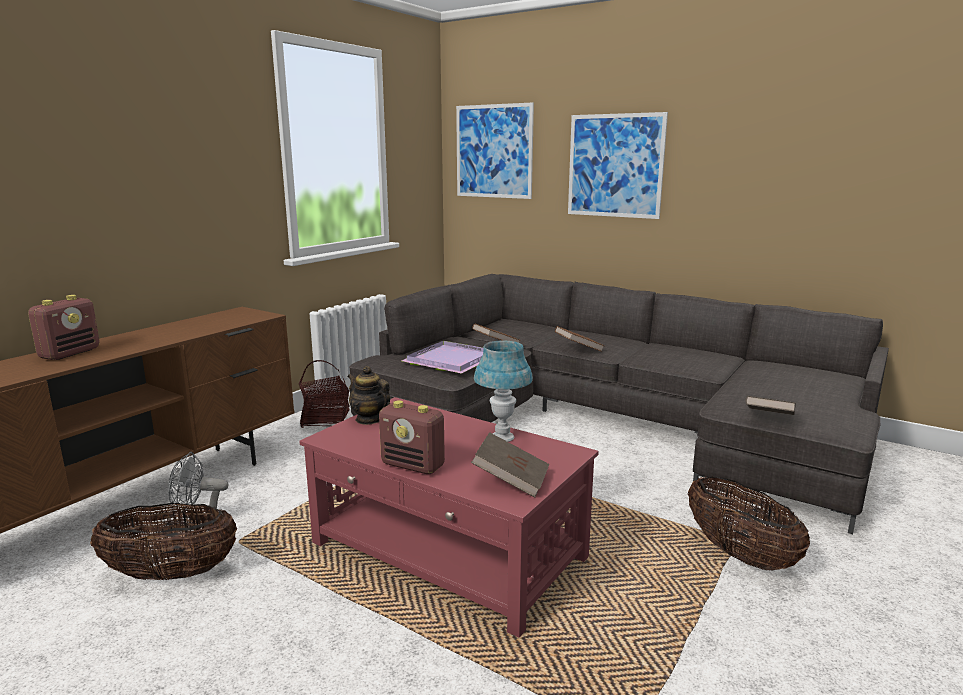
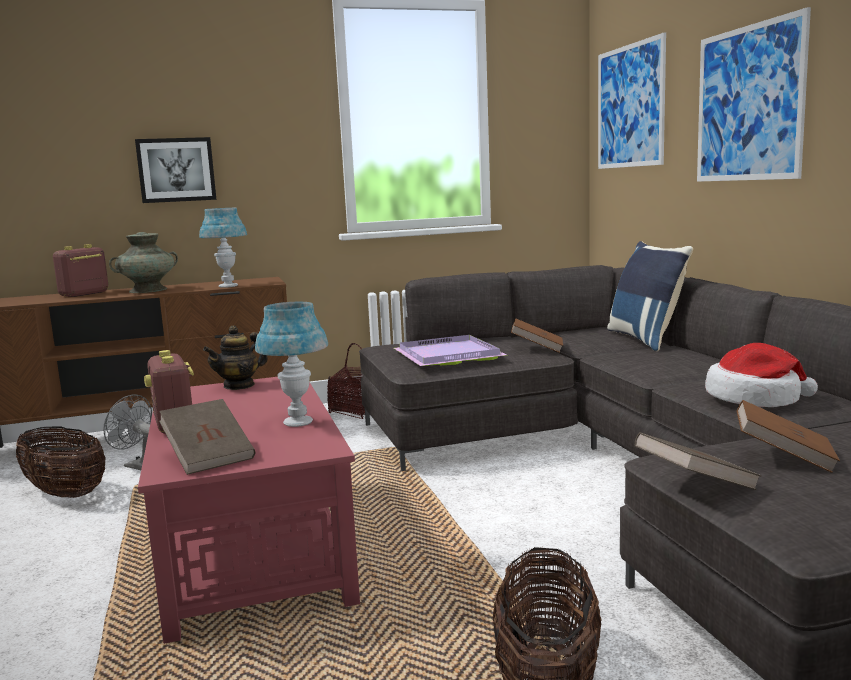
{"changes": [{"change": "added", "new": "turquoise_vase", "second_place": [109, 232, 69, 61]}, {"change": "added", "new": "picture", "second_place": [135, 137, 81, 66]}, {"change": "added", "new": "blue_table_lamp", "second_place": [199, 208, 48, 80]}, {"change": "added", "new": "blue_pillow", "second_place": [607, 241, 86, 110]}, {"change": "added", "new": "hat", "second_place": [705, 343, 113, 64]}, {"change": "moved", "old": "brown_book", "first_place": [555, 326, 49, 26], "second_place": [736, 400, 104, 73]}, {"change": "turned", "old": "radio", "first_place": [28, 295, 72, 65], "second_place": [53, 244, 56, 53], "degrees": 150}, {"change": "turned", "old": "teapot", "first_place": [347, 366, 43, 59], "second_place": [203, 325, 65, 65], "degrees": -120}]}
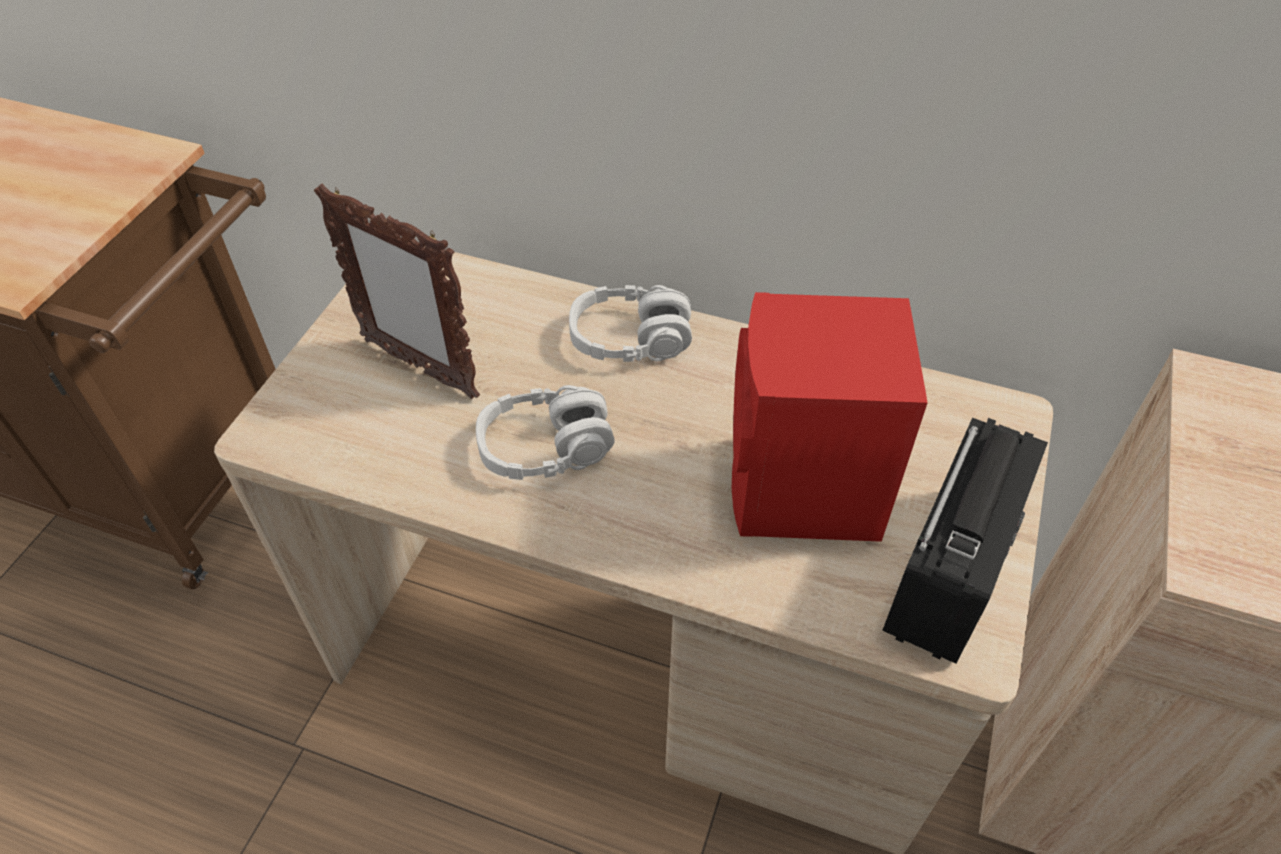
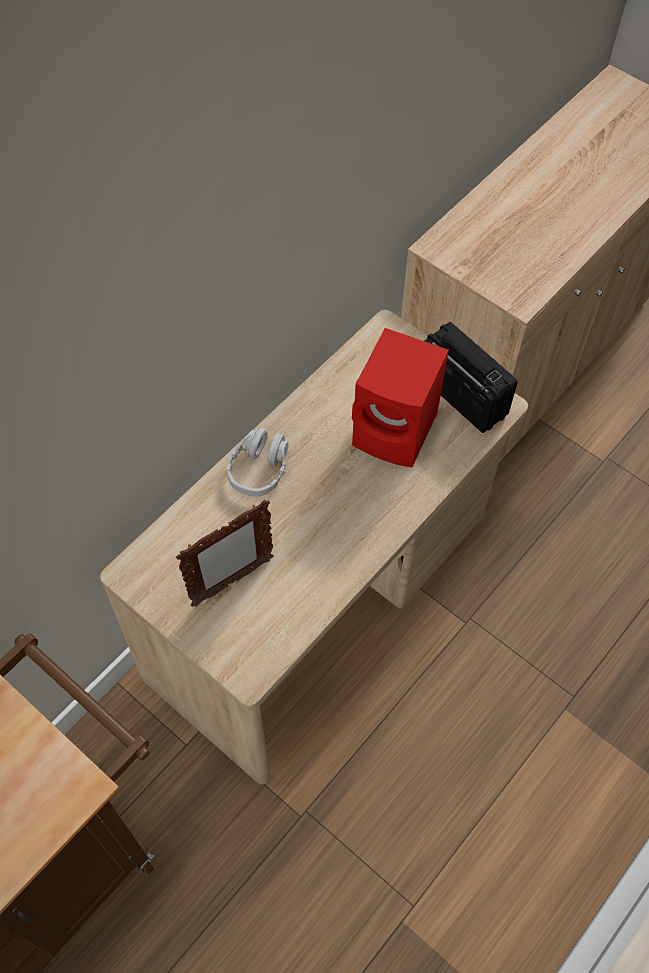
{"changes": [{"change": "removed", "old": "grey_headphones", "first_place": [476, 385, 139, 95]}]}
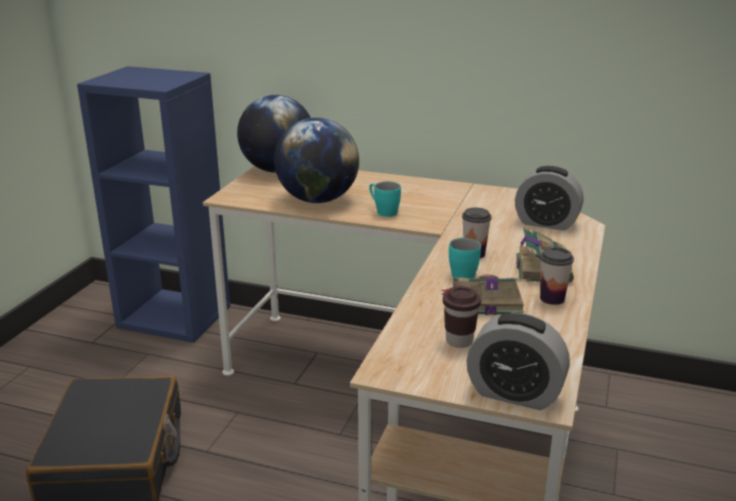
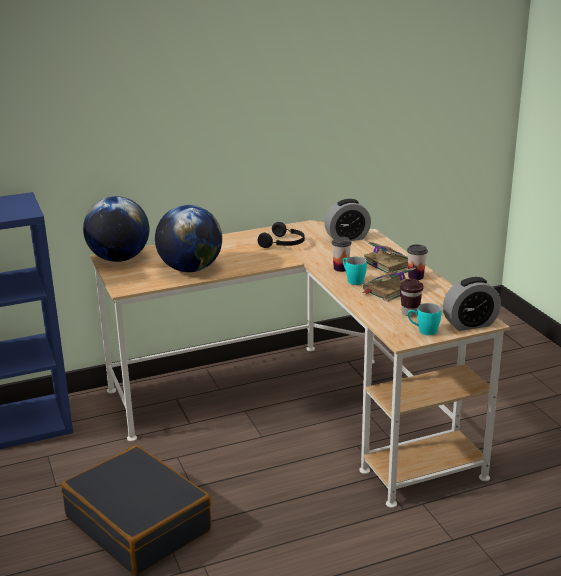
{"changes": [{"change": "added", "new": "black_headphones", "second_place": [258, 222, 47, 26]}, {"change": "moved", "old": "turquoise_mug", "first_place": [369, 181, 32, 36], "second_place": [408, 303, 34, 32]}]}
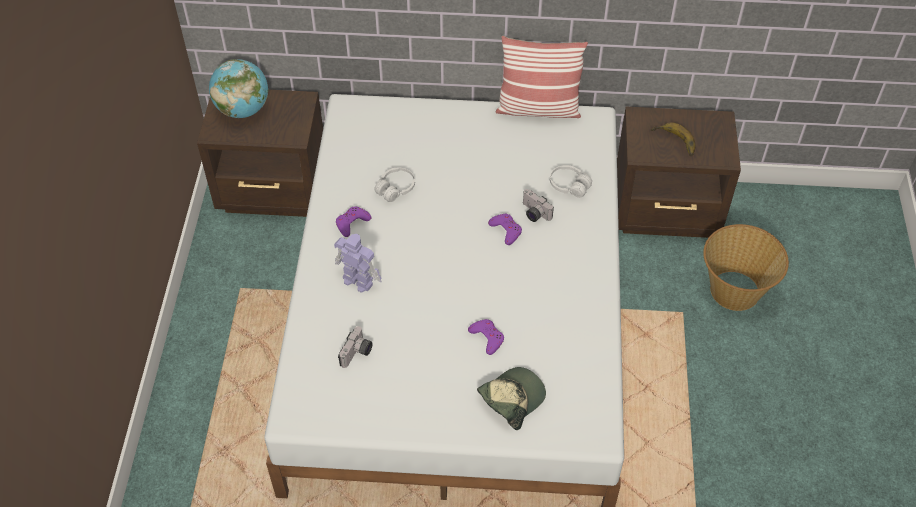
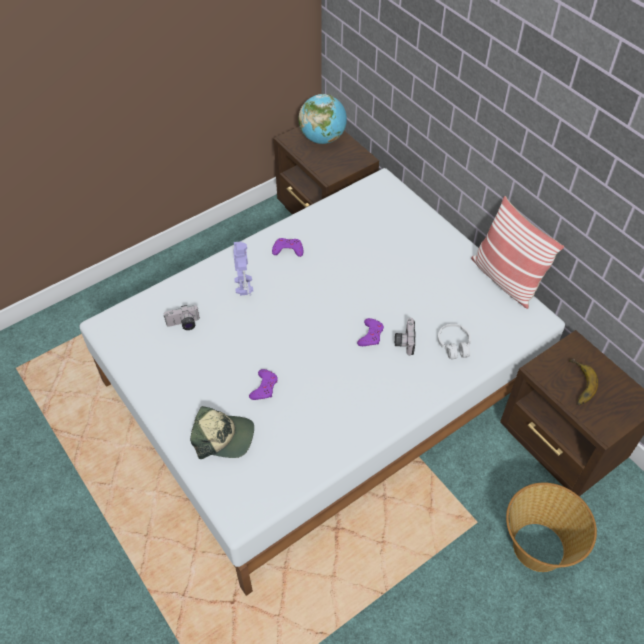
{"changes": [{"change": "removed", "old": "white_headphones", "first_place": [374, 168, 41, 34]}]}
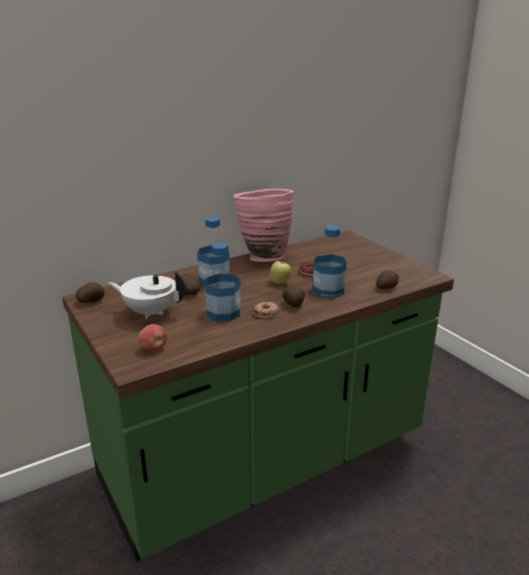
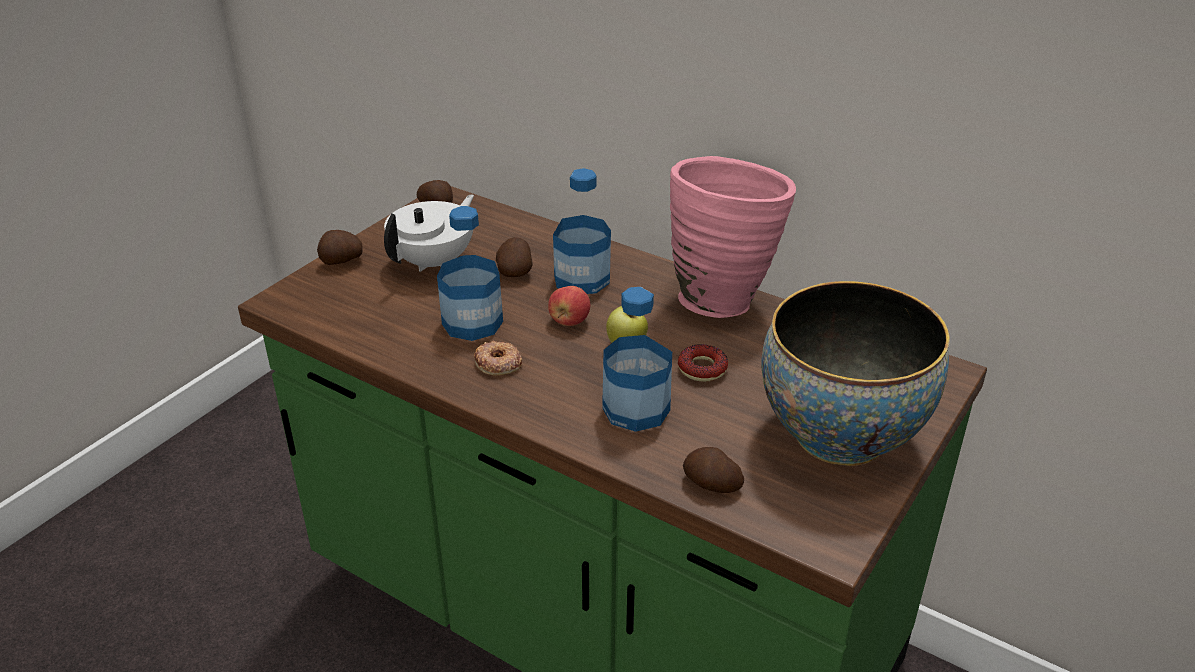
{"changes": [{"change": "added", "new": "bowl", "second_place": [762, 281, 188, 185]}, {"change": "moved", "old": "apple", "first_place": [138, 324, 29, 27], "second_place": [548, 286, 42, 40]}, {"change": "moved", "old": "potato", "first_place": [282, 286, 23, 21], "second_place": [317, 230, 46, 35]}, {"change": "turned", "old": "white_teapot", "first_place": [109, 271, 77, 48], "second_place": [384, 194, 90, 78], "degrees": 45}]}
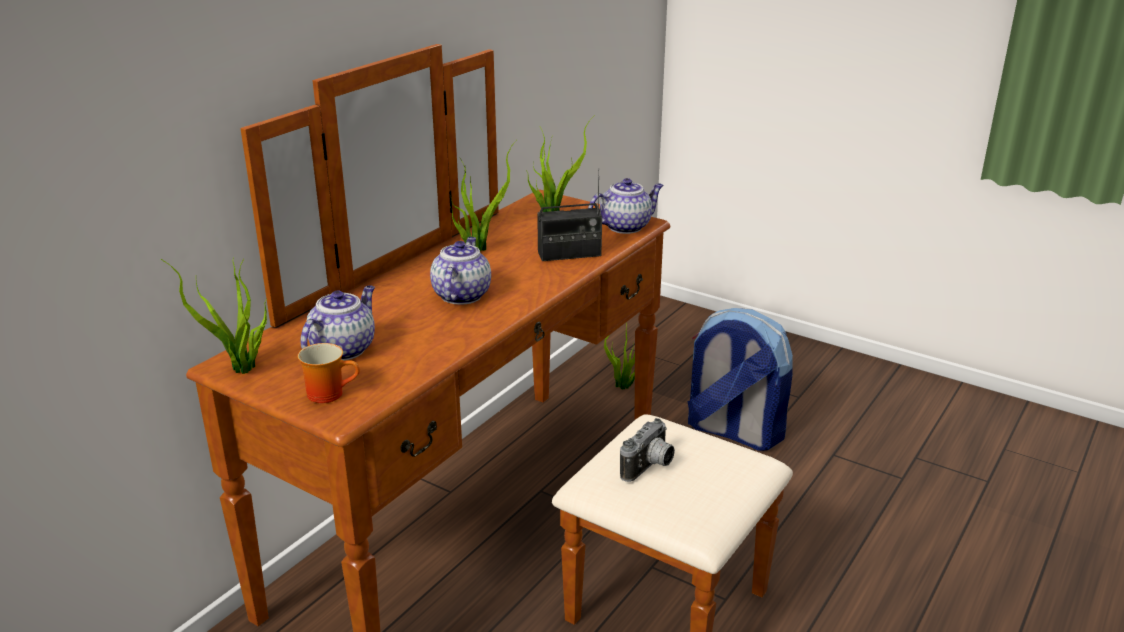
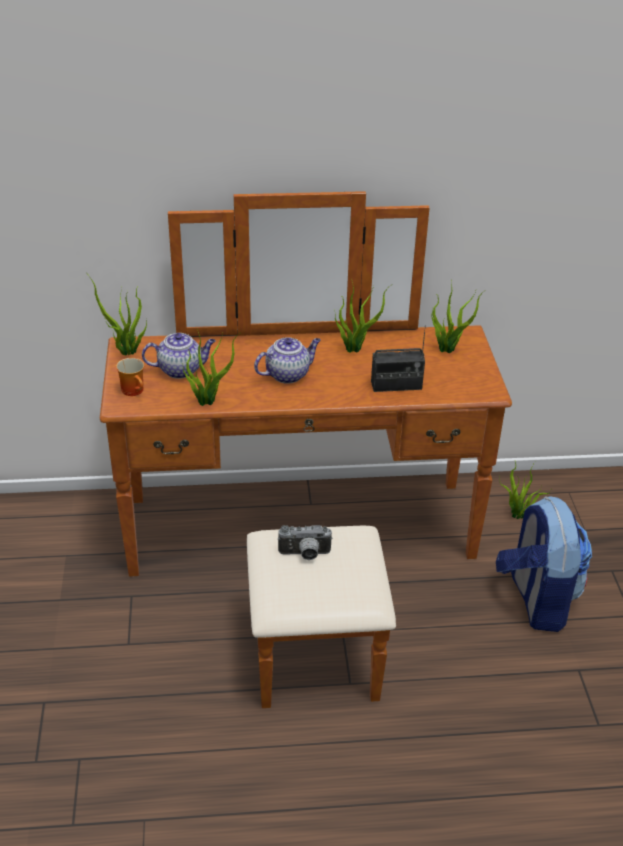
{"changes": [{"change": "removed", "old": "teapot", "first_place": [588, 178, 76, 56]}, {"change": "added", "new": "potted_plant", "second_place": [182, 329, 58, 77]}, {"change": "turned", "old": "radio", "first_place": [537, 168, 65, 93], "second_place": [371, 326, 55, 66], "degrees": -45}]}
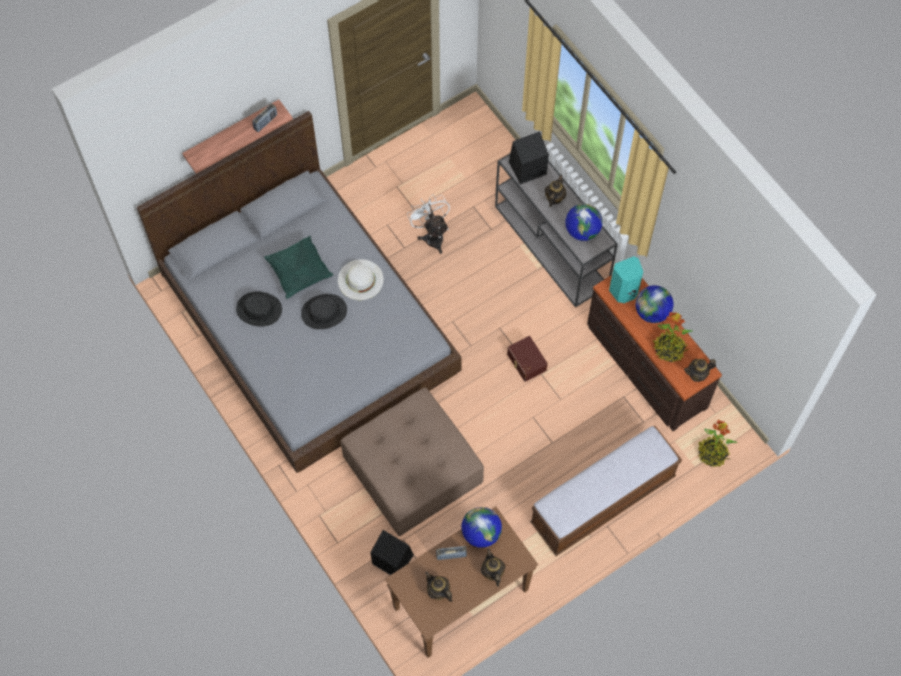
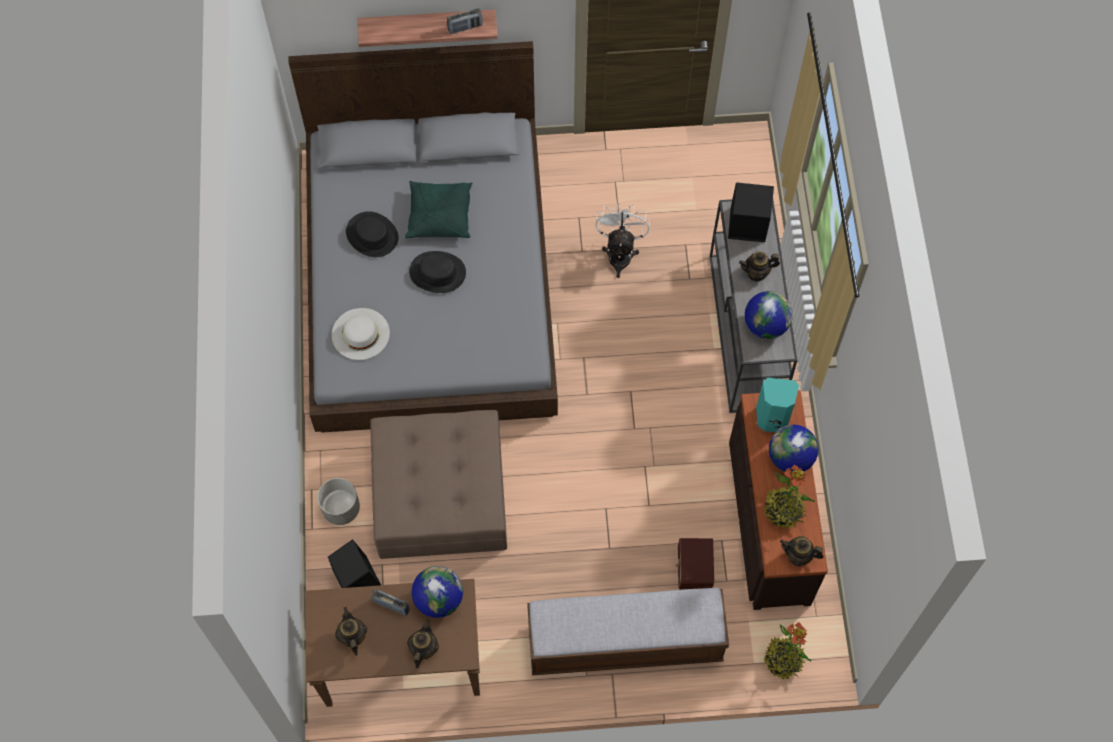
{"changes": [{"change": "added", "new": "grey_planter", "second_place": [317, 478, 43, 47]}, {"change": "moved", "old": "white_hat", "first_place": [338, 259, 46, 41], "second_place": [332, 308, 58, 52]}, {"change": "moved", "old": "brown_storage_box", "first_place": [507, 336, 41, 46], "second_place": [675, 538, 39, 52]}, {"change": "turned", "old": "teapot", "first_place": [545, 175, 22, 32], "second_place": [739, 251, 41, 31], "degrees": -150}]}
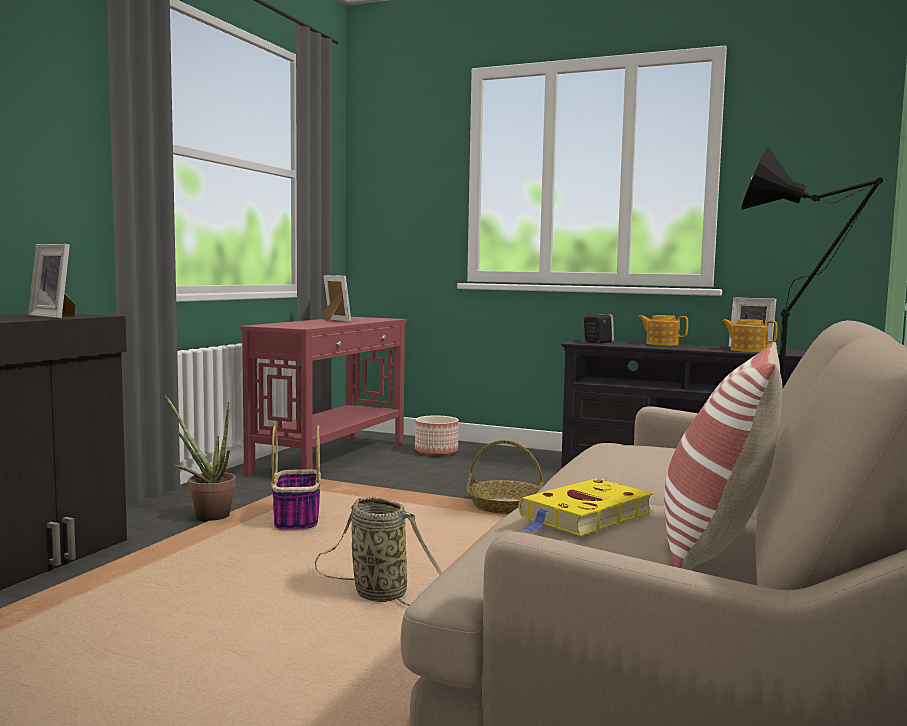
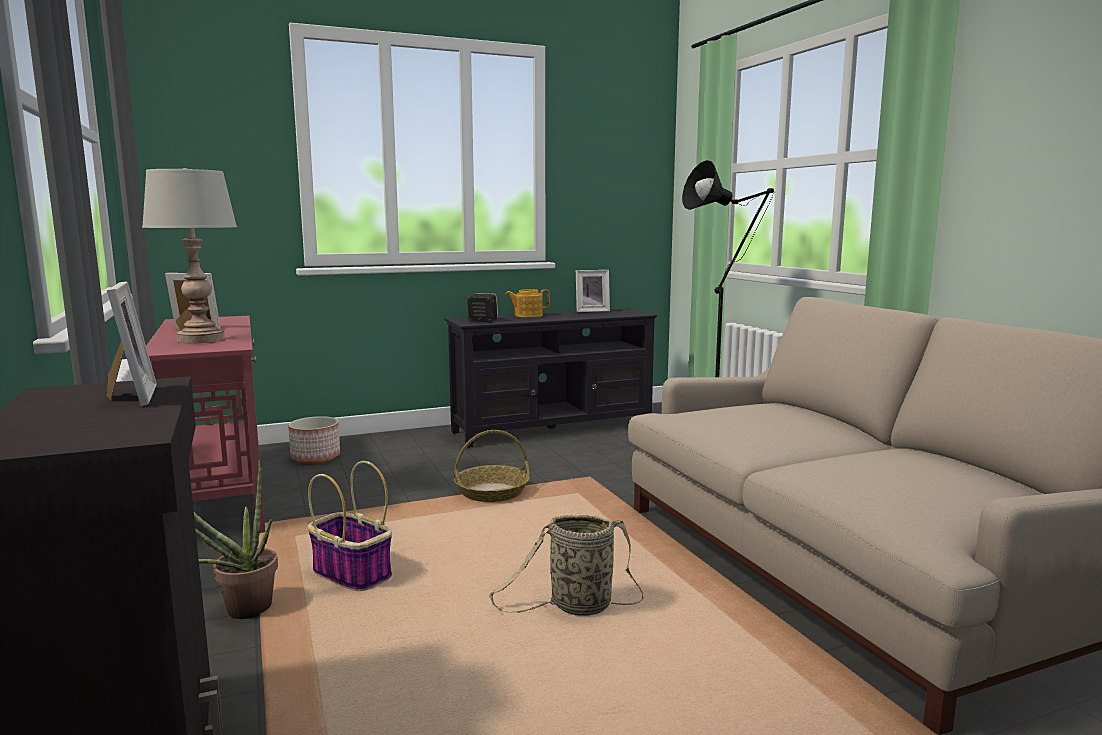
{"changes": [{"change": "removed", "old": "yellow_book", "first_place": [519, 478, 135, 58]}, {"change": "removed", "old": "pillow", "first_place": [664, 342, 119, 228]}, {"change": "removed", "old": "teapot", "first_place": [721, 319, 57, 33]}, {"change": "added", "new": "grey_table_lamp", "second_place": [142, 168, 95, 175]}, {"change": "turned", "old": "picture_frame", "first_place": [28, 244, 48, 75], "second_place": [107, 281, 50, 125], "degrees": -105}]}
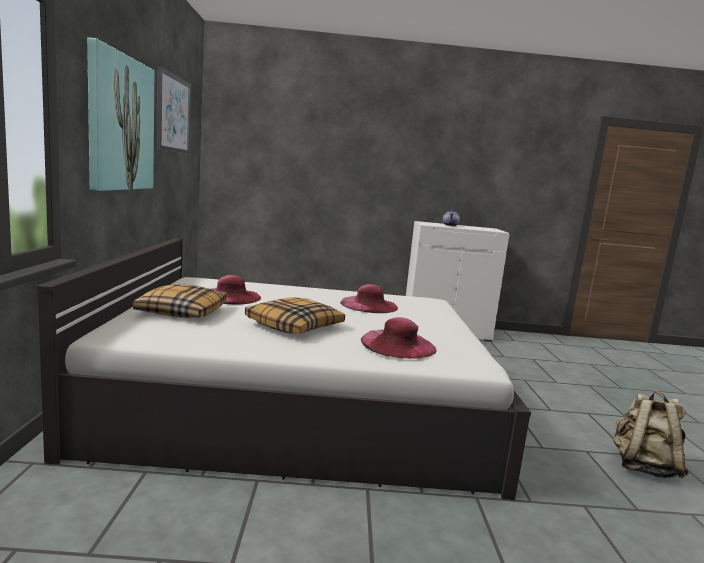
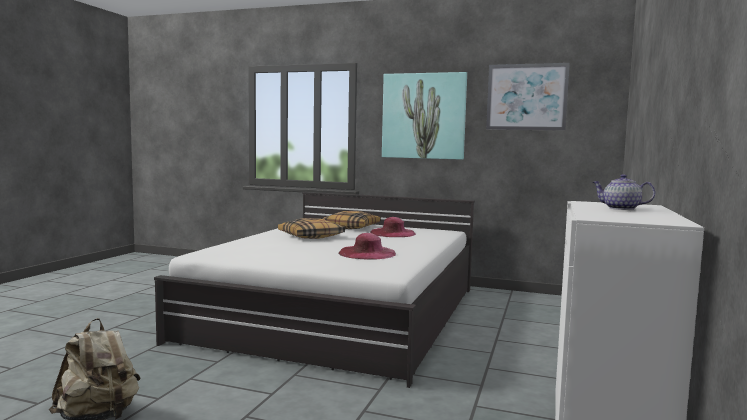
{"changes": [{"change": "removed", "old": "pink_hat", "first_place": [361, 317, 76, 42]}]}
